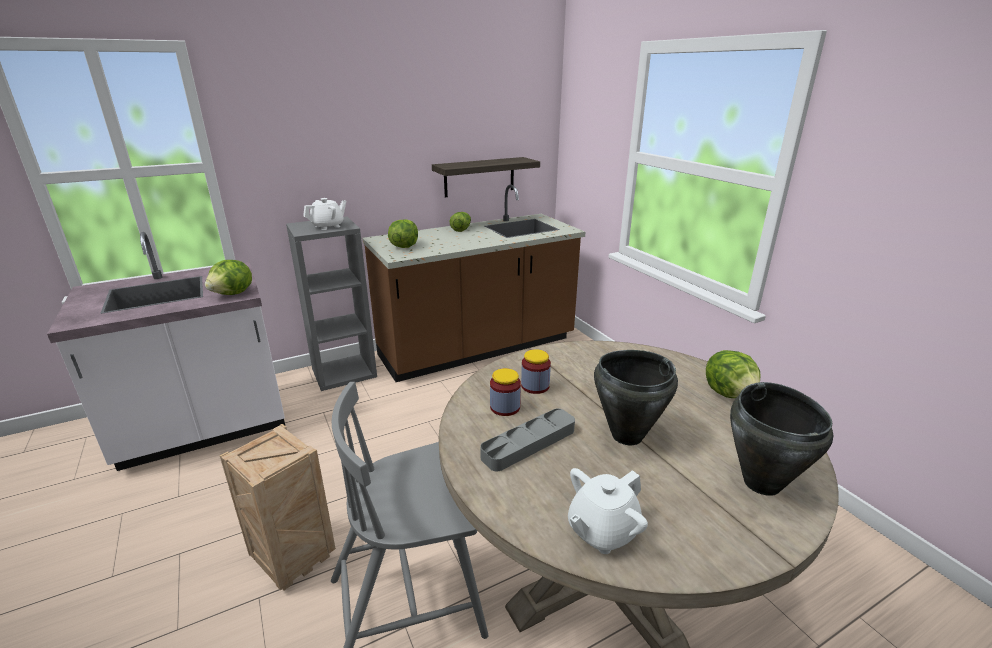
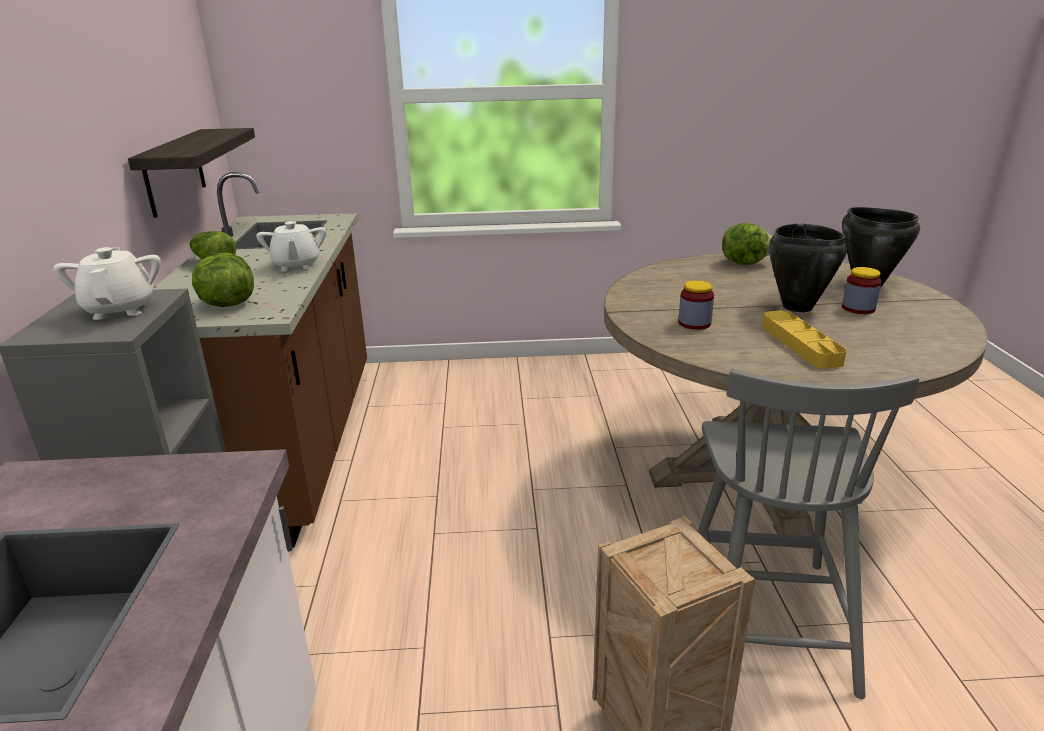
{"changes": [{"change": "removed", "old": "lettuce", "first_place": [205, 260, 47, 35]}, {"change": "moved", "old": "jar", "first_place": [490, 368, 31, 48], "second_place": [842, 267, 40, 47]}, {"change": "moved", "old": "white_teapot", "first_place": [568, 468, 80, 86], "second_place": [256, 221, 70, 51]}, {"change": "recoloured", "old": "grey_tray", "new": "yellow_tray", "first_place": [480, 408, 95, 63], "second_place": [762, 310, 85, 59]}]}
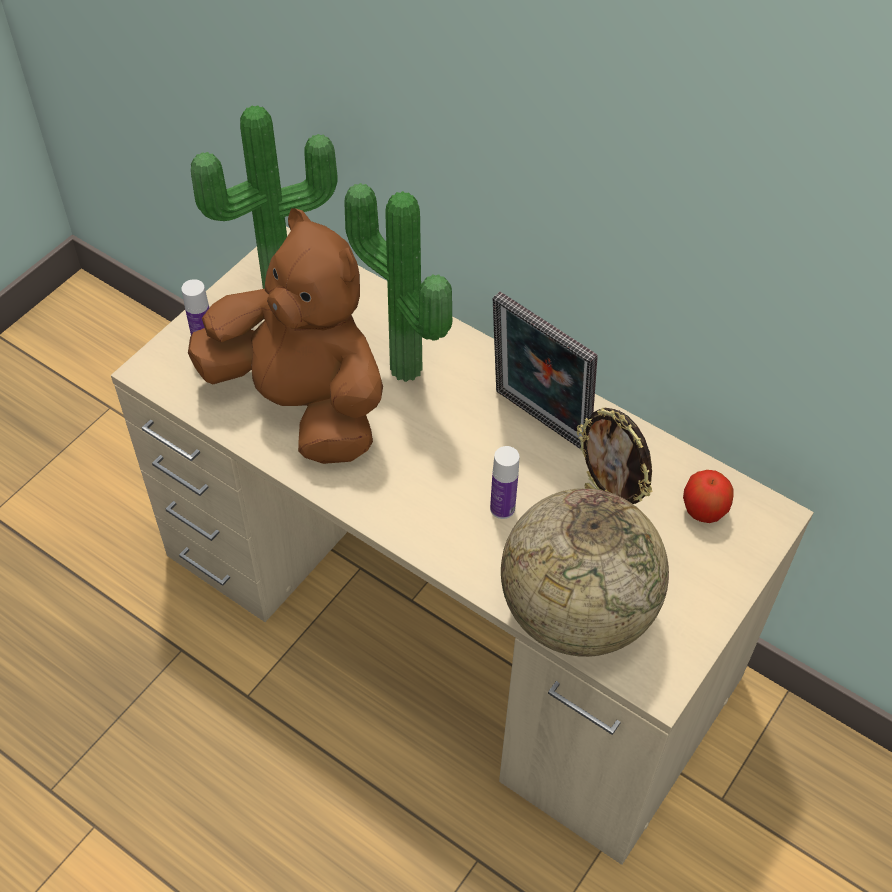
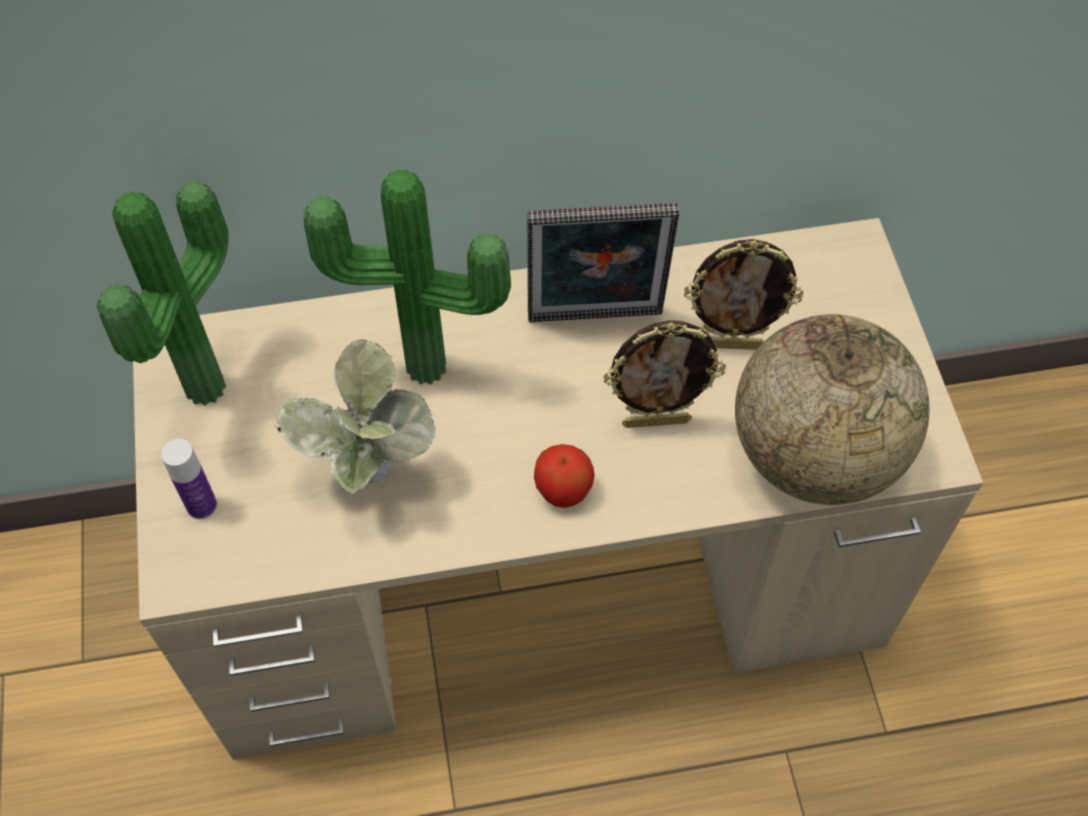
{"changes": [{"change": "moved", "old": "apple", "first_place": [683, 470, 51, 53], "second_place": [534, 444, 61, 64]}, {"change": "replaced", "old": "brown_plush_toy", "new": "potted_plant", "first_place": [188, 208, 195, 256], "second_place": [274, 339, 162, 155]}, {"change": "replaced", "old": "bottle", "new": "picture_frame", "first_place": [490, 446, 29, 73], "second_place": [603, 320, 123, 108]}]}
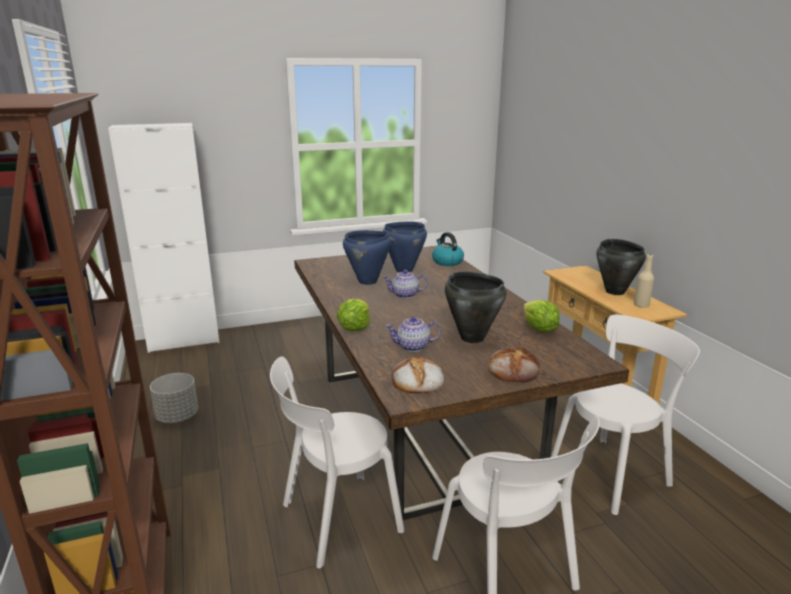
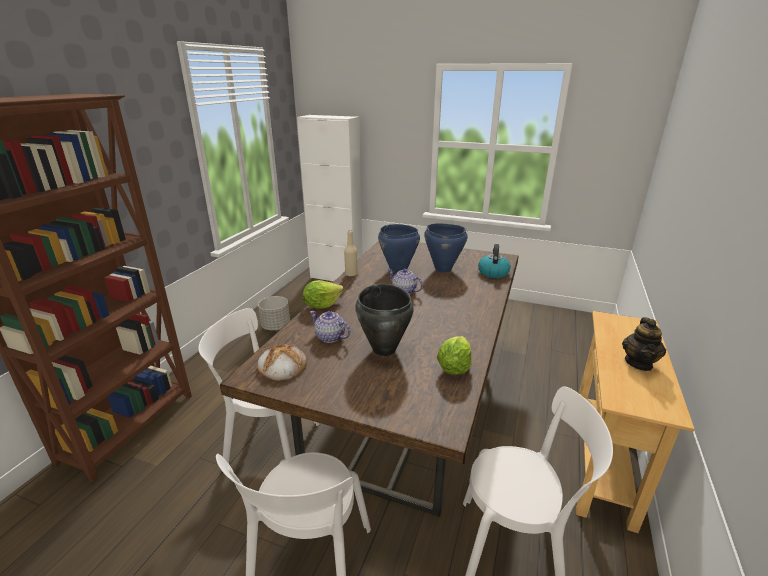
{"changes": [{"change": "removed", "old": "bread", "first_place": [488, 347, 52, 35]}, {"change": "moved", "old": "beige_bottle", "first_place": [634, 254, 20, 54], "second_place": [344, 230, 14, 46]}, {"change": "replaced", "old": "black_cooking_pot", "new": "teapot", "first_place": [597, 239, 49, 56], "second_place": [622, 317, 44, 54]}]}
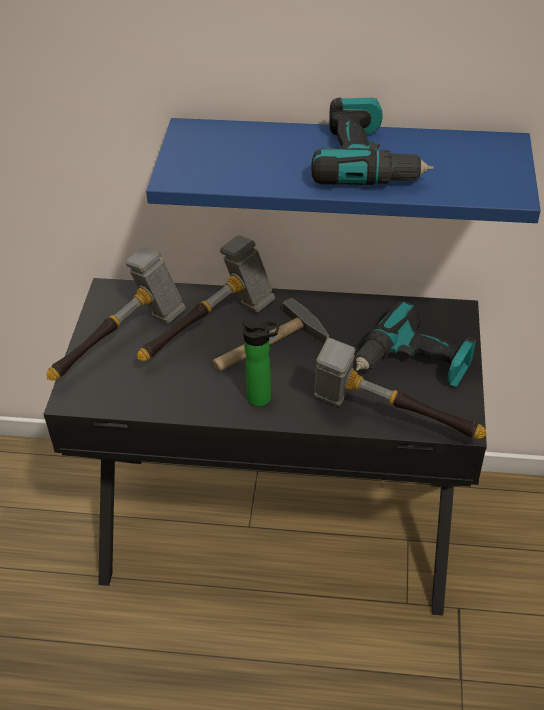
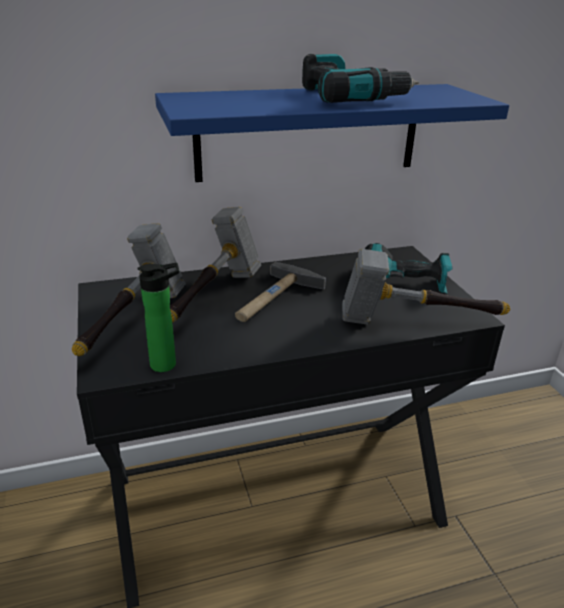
{"changes": [{"change": "moved", "old": "bottle", "first_place": [242, 319, 37, 87], "second_place": [137, 263, 42, 109]}]}
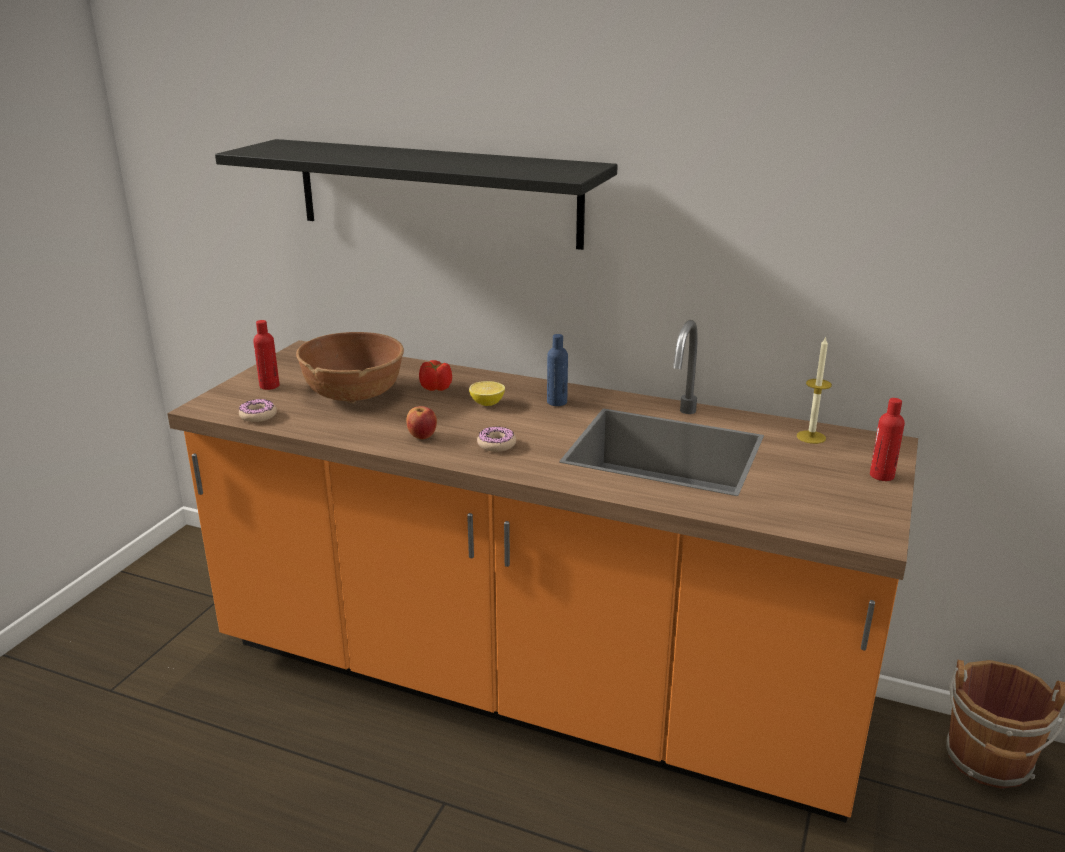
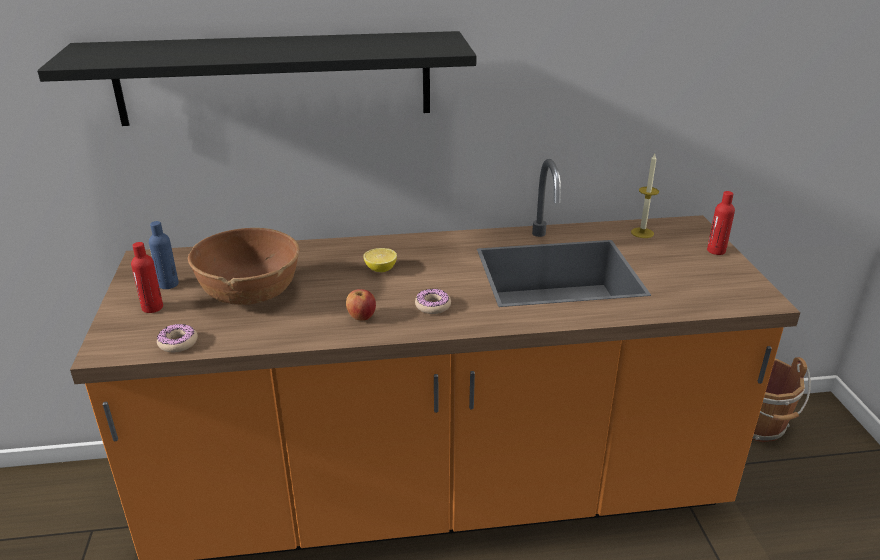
{"changes": [{"change": "removed", "old": "tomato", "first_place": [419, 360, 33, 31]}, {"change": "moved", "old": "blue_bottle", "first_place": [547, 334, 21, 72], "second_place": [149, 221, 30, 68]}]}
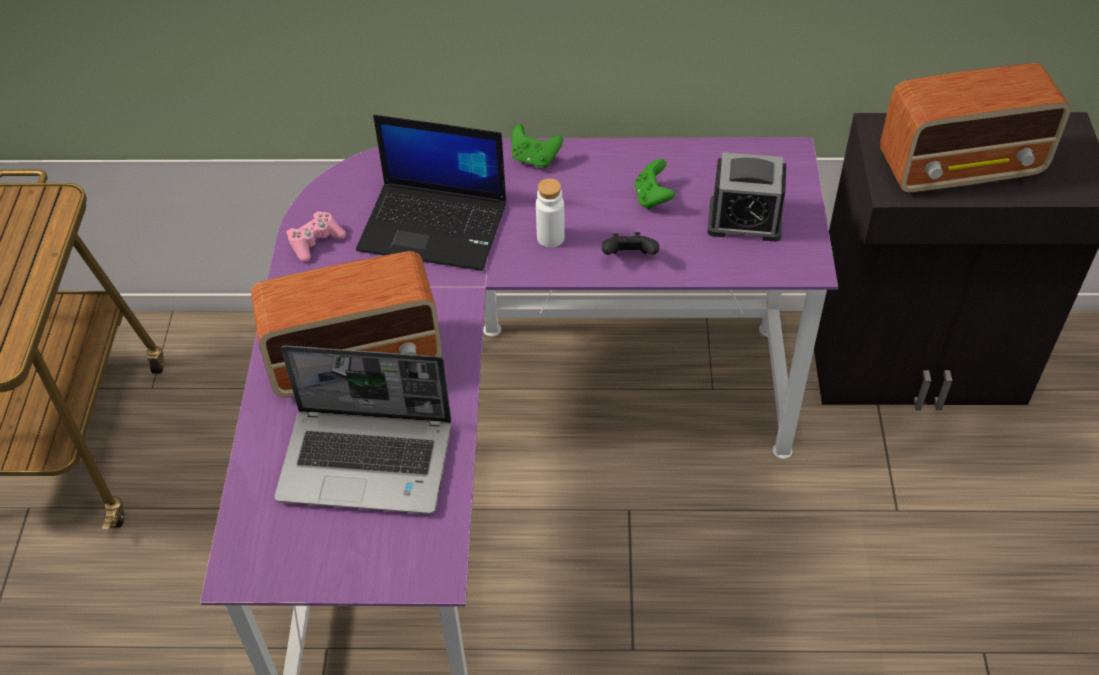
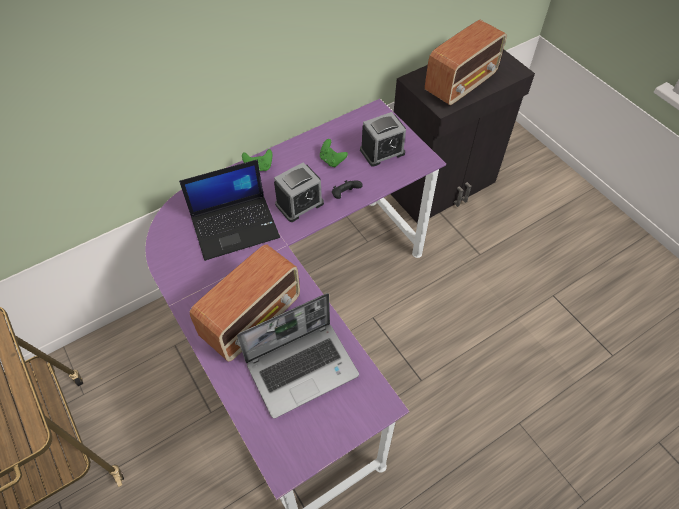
{"changes": [{"change": "removed", "old": "pink_game_controller", "first_place": [286, 211, 60, 51]}, {"change": "replaced", "old": "white_bottle", "new": "alarm_clock", "first_place": [536, 178, 29, 70], "second_place": [274, 162, 50, 60]}]}
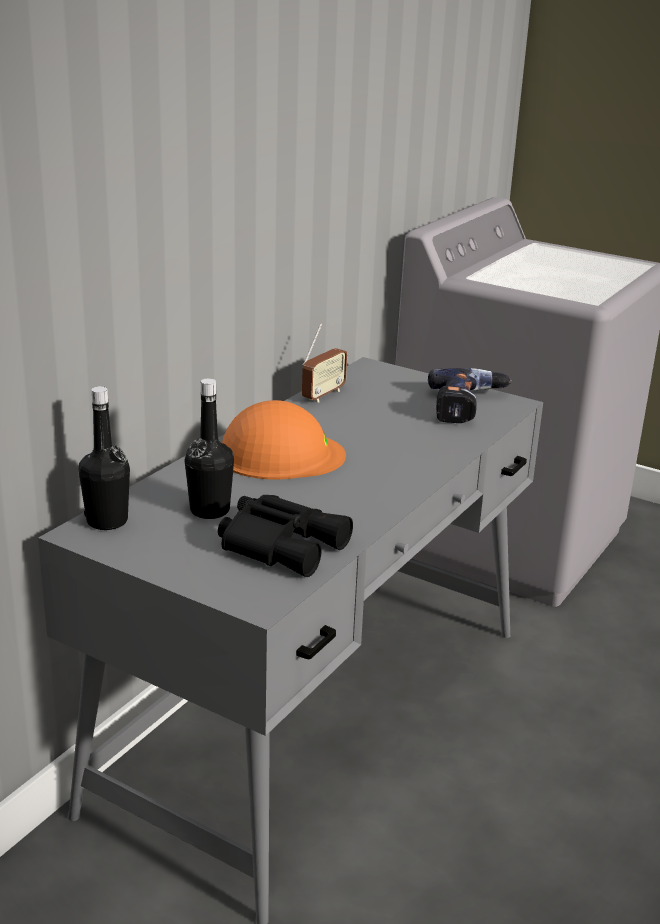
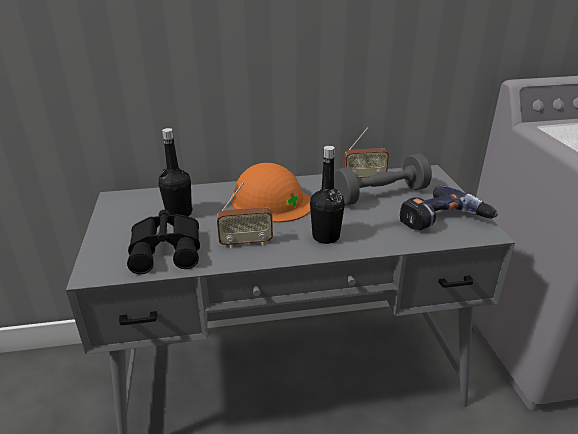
{"changes": [{"change": "added", "new": "radio", "second_place": [217, 182, 56, 66]}, {"change": "added", "new": "grey_dumbbell", "second_place": [334, 153, 98, 53]}, {"change": "moved", "old": "black_bottle", "first_place": [79, 386, 51, 144], "second_place": [310, 146, 35, 98]}]}
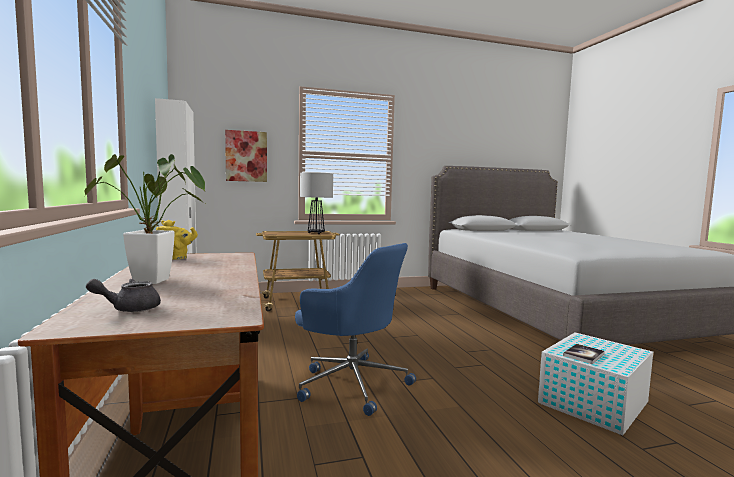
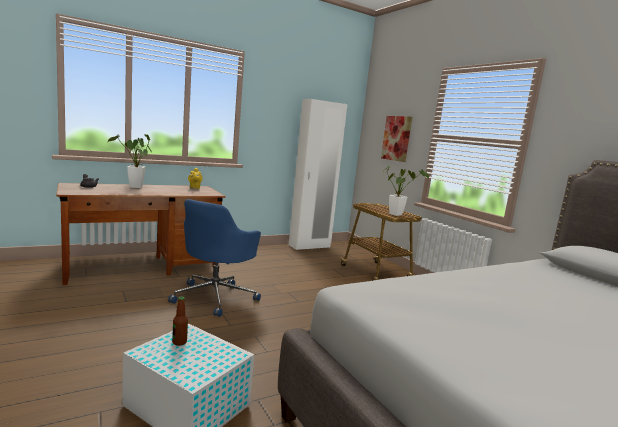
{"changes": [{"change": "replaced", "old": "table_lamp", "new": "potted_plant", "first_place": [300, 172, 33, 62], "second_place": [383, 166, 46, 50]}, {"change": "replaced", "old": "book", "new": "bottle", "first_place": [563, 344, 42, 20], "second_place": [172, 297, 16, 49]}]}
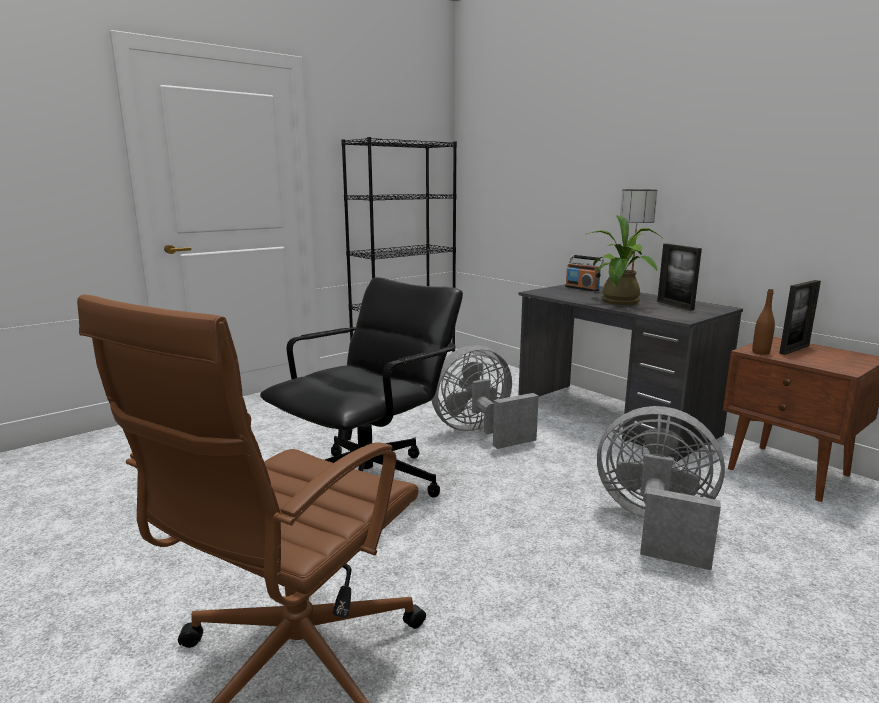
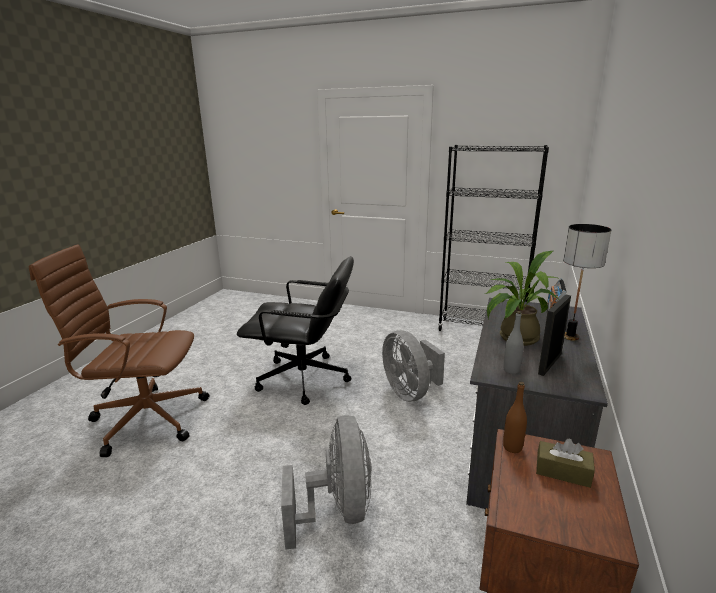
{"changes": [{"change": "added", "new": "grey_bottle", "second_place": [503, 311, 21, 63]}, {"change": "replaced", "old": "picture_frame", "new": "brown_tissue_box", "first_place": [779, 280, 42, 75], "second_place": [536, 439, 59, 49]}, {"change": "turned", "old": "grey_fan", "first_place": [431, 345, 108, 104], "second_place": [382, 330, 63, 72], "degrees": -150}]}
